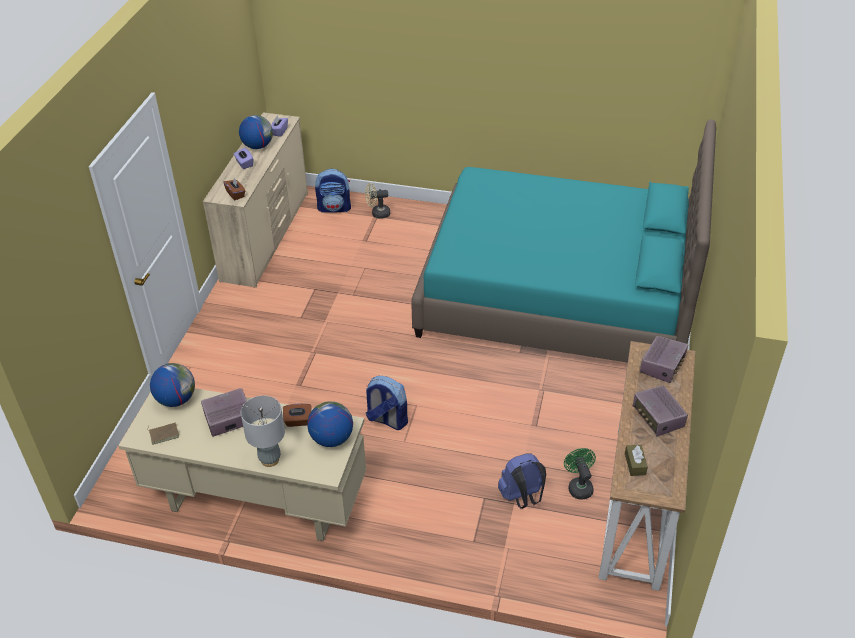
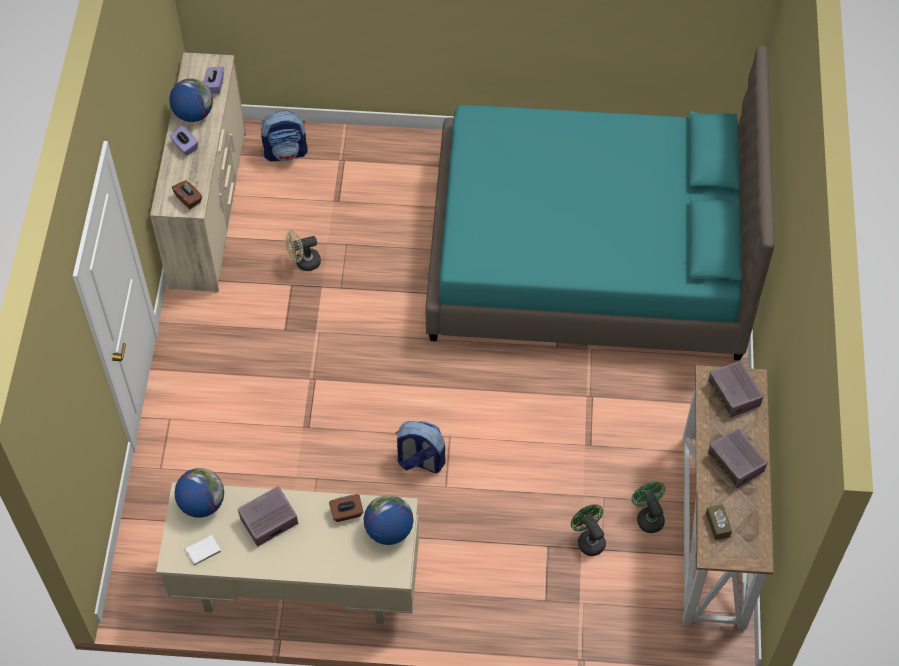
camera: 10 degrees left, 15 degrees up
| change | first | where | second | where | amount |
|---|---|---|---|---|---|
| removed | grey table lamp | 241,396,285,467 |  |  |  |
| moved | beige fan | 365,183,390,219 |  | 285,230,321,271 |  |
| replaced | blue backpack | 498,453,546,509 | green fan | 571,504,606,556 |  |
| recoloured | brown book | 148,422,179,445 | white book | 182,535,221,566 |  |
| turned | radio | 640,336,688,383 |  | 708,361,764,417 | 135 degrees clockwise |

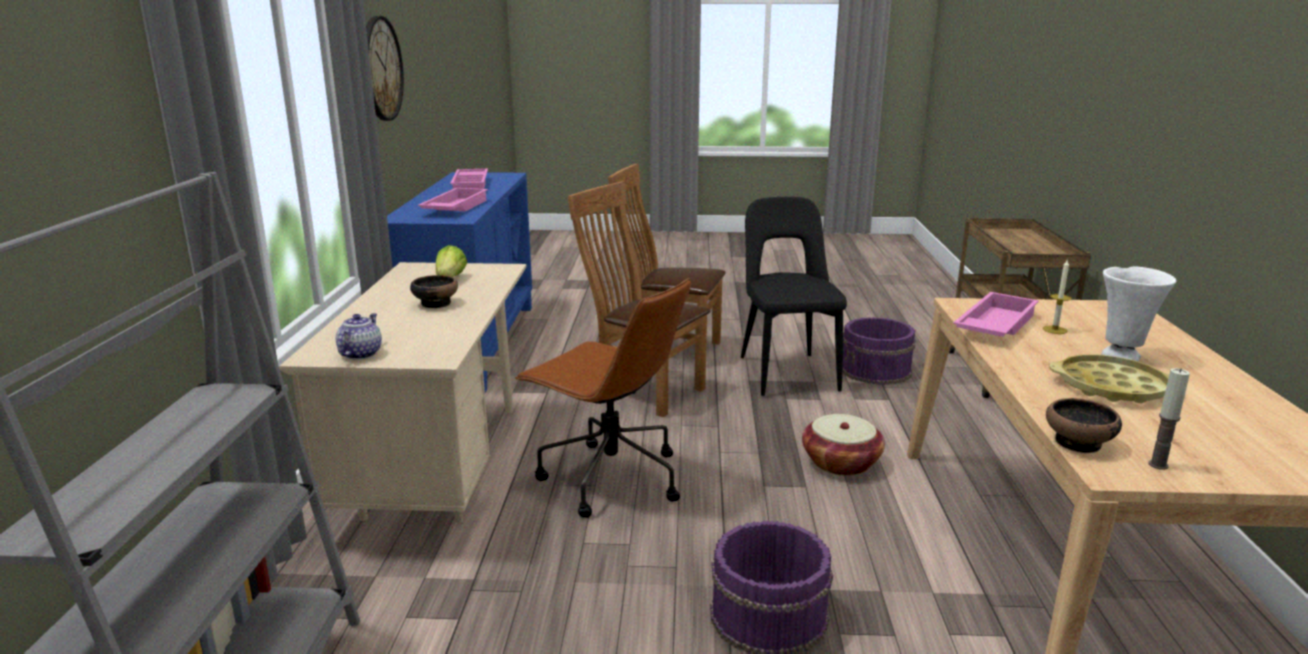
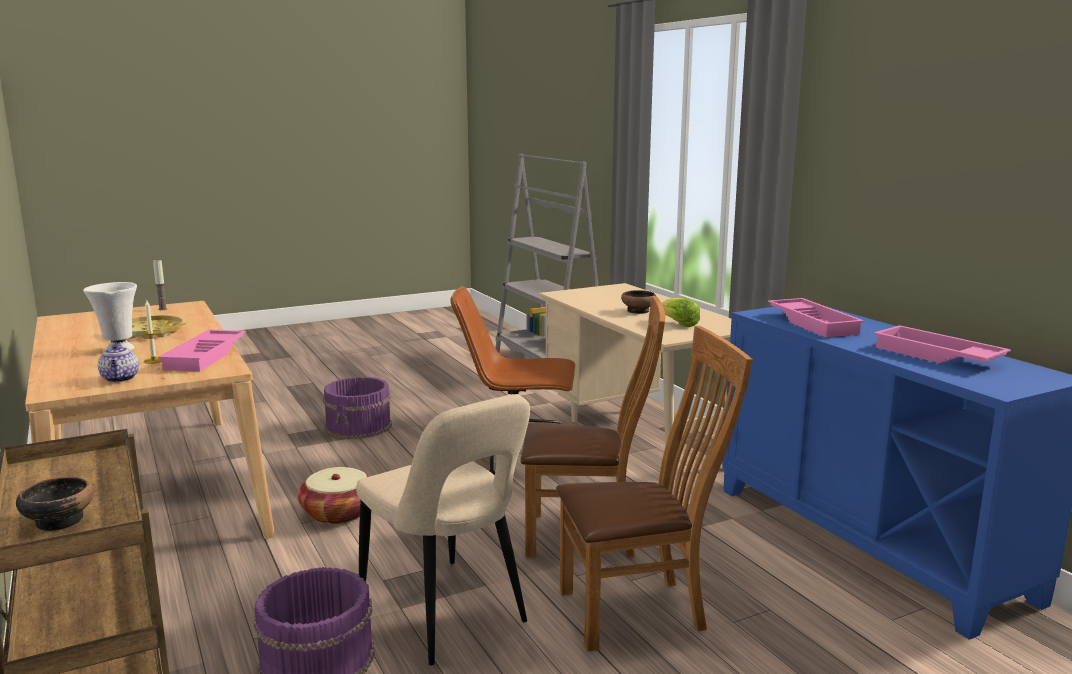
camera: 150 degrees right, 5 degrees down
| change | first | where | second | where | amount |
|---|---|---|---|---|---|
| removed | wall clock | 366,16,404,121 |  |  |  |
| moved | teapot | 336,313,382,360 |  | 98,344,139,383 |  |
| moved | bowl | 1046,398,1122,453 |  | 16,477,94,531 |  |
| recoloured | black chair | 741,197,847,396 | beige chair | 356,394,530,665 |  |

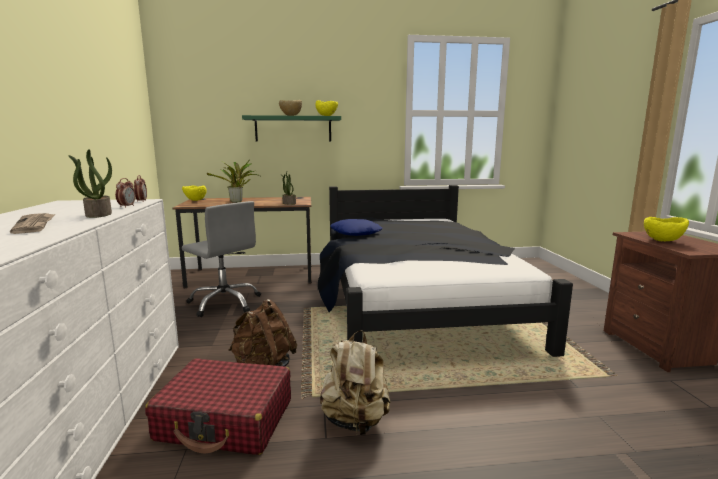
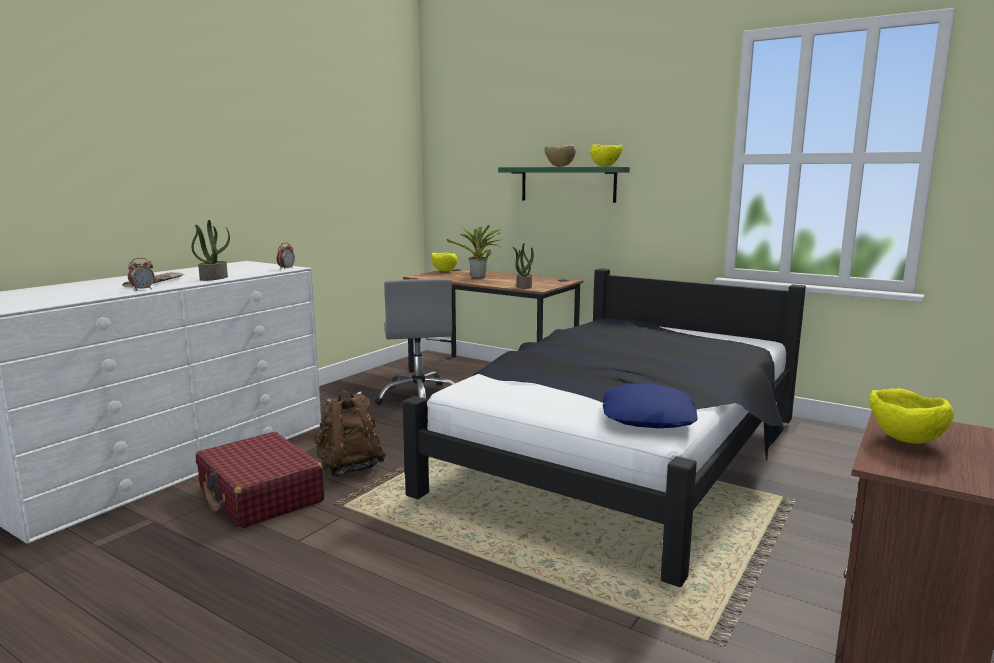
camera: 40 degrees right, 0 degrees up
| change | first | where | second | where | amount |
|---|---|---|---|---|---|
| removed | beige backpack | 320,330,391,435 |  |  |  |
| moved | alarm clock | 115,178,136,208 |  | 128,258,155,291 |  |
| moved | blue pillow | 330,219,382,236 |  | 603,384,698,428 |  |

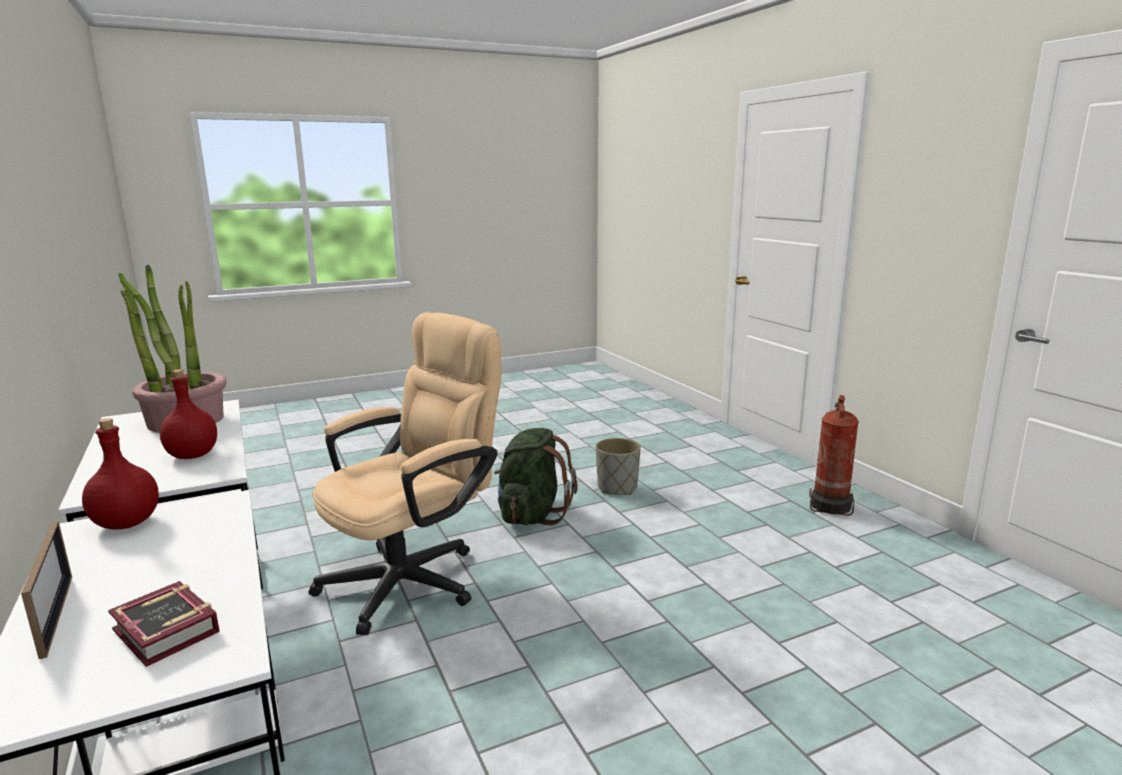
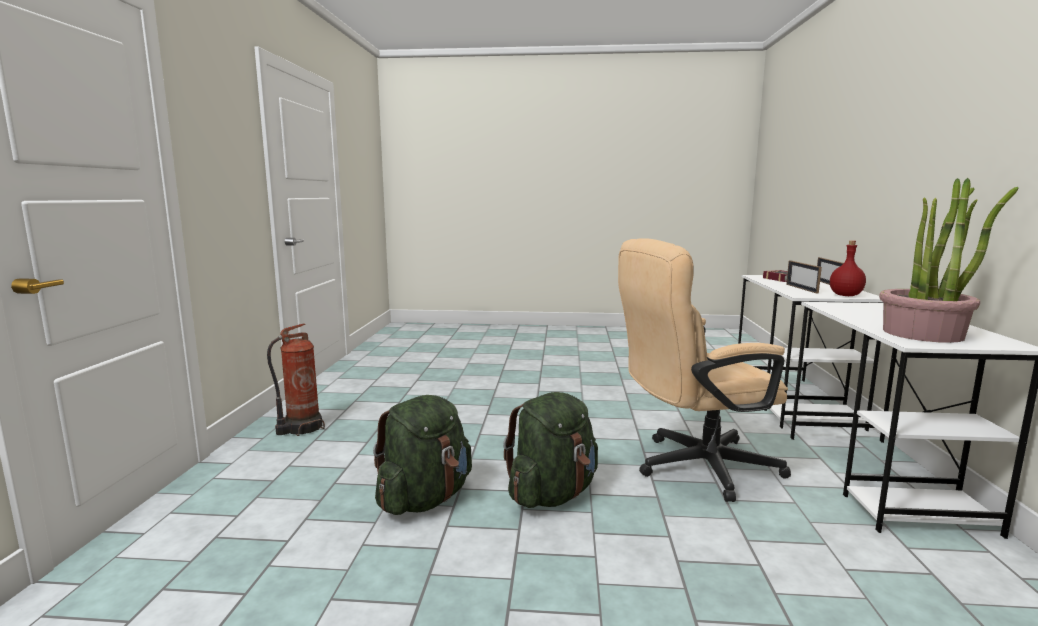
camera: 150 degrees left, 5 degrees down
| change | first | where | second | where | amount |
|---|---|---|---|---|---|
| removed | red bottle | 160,369,217,459 |  |  |  |
| added |  |  | picture frame | 786,260,822,294 |  |
| replaced | grey planter | 596,438,641,495 | green backpack | 373,395,472,515 |  |

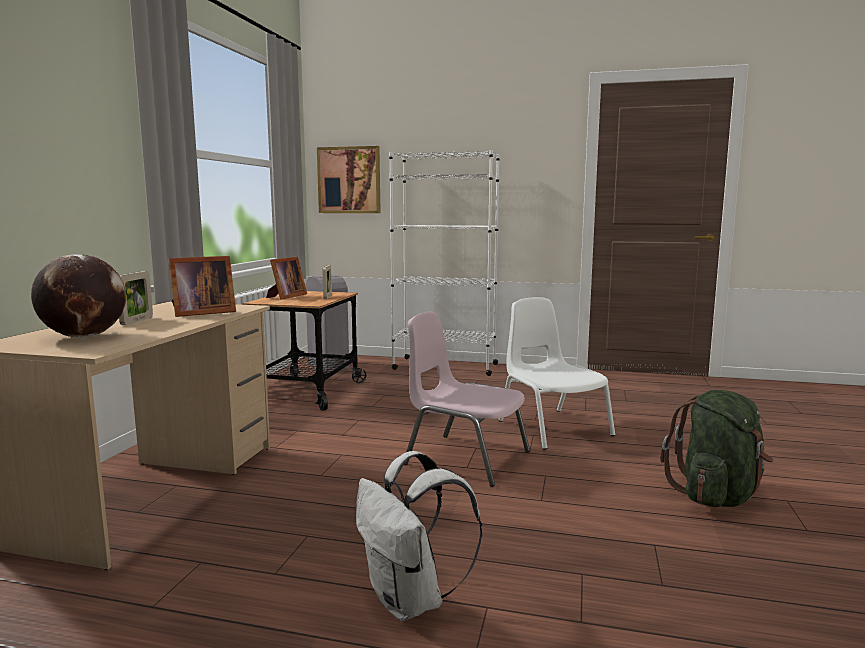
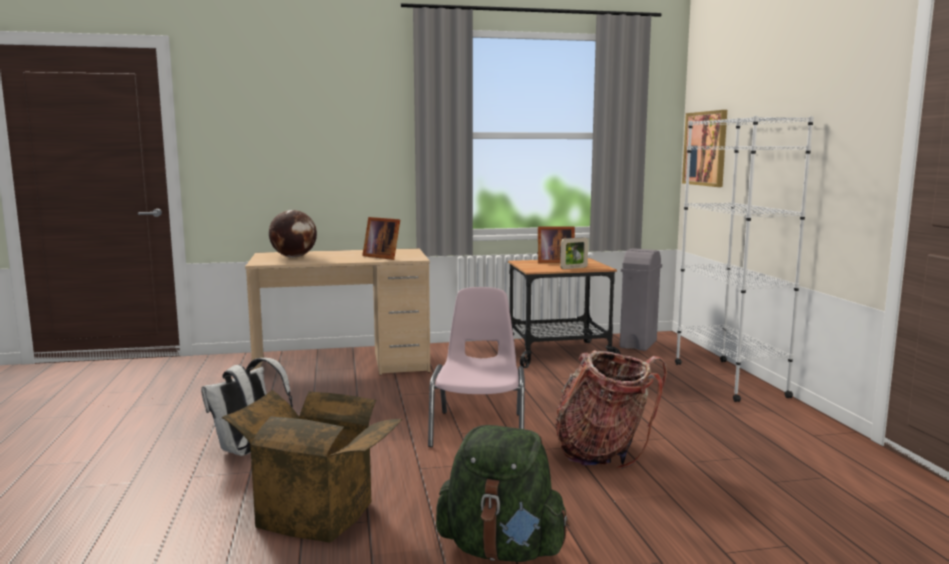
camera: 65 degrees right, 0 degrees up
| change | first | where | second | where | amount |
|---|---|---|---|---|---|
| removed | picture frame | 119,271,153,325 |  |  |  |
| added |  |  | cardboard box | 222,390,402,542 |  |
| replaced | white chair | 499,297,615,450 | backpack | 555,350,667,469 |  |

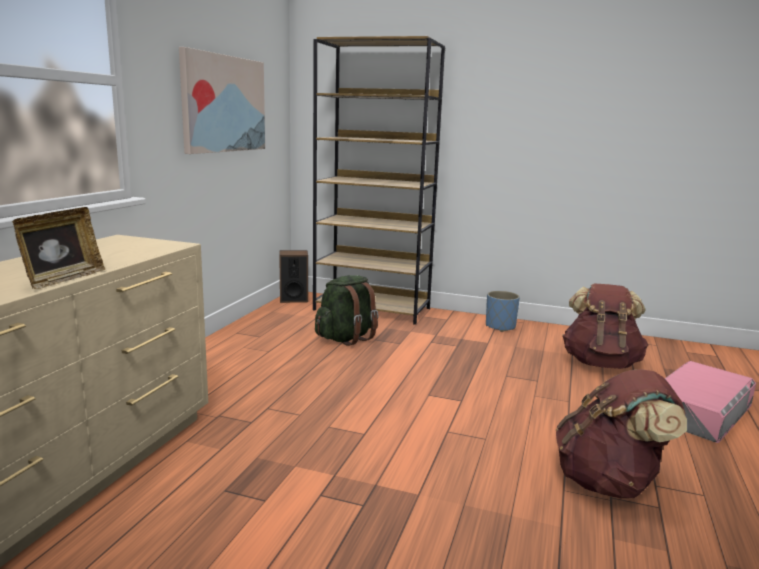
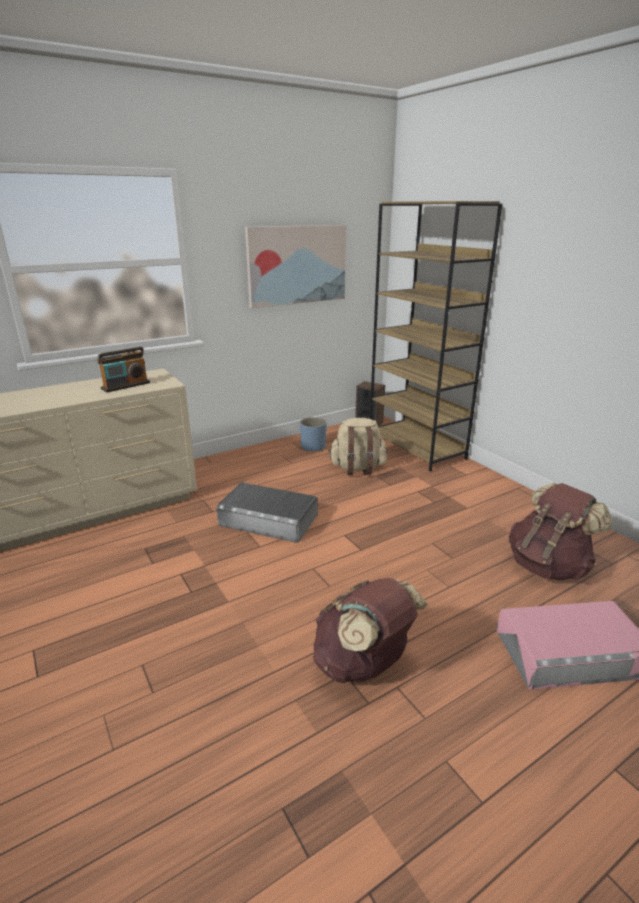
camera: 40 degrees right, 10 degrees up
| change | first | where | second | where | amount |
|---|---|---|---|---|---|
| removed | picture frame | 12,207,105,289 |  |  |  |
| added |  |  | radio | 98,347,150,392 |  |
| added |  |  | grey storage box | 217,482,318,543 |  |
| moved | blue planter | 486,291,520,332 |  | 300,417,327,451 |  |
| recoloured | green backpack | 315,275,378,346 | beige backpack | 328,418,387,475 |  |

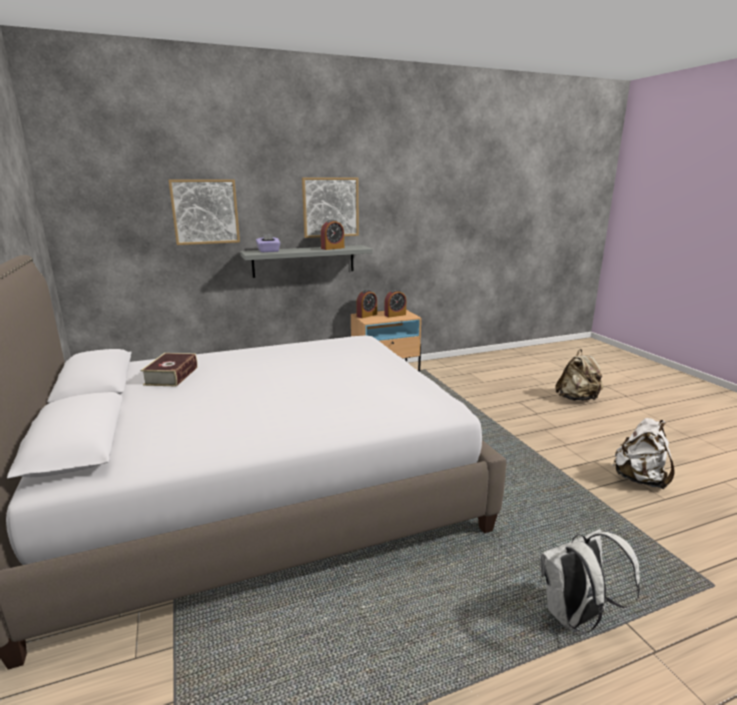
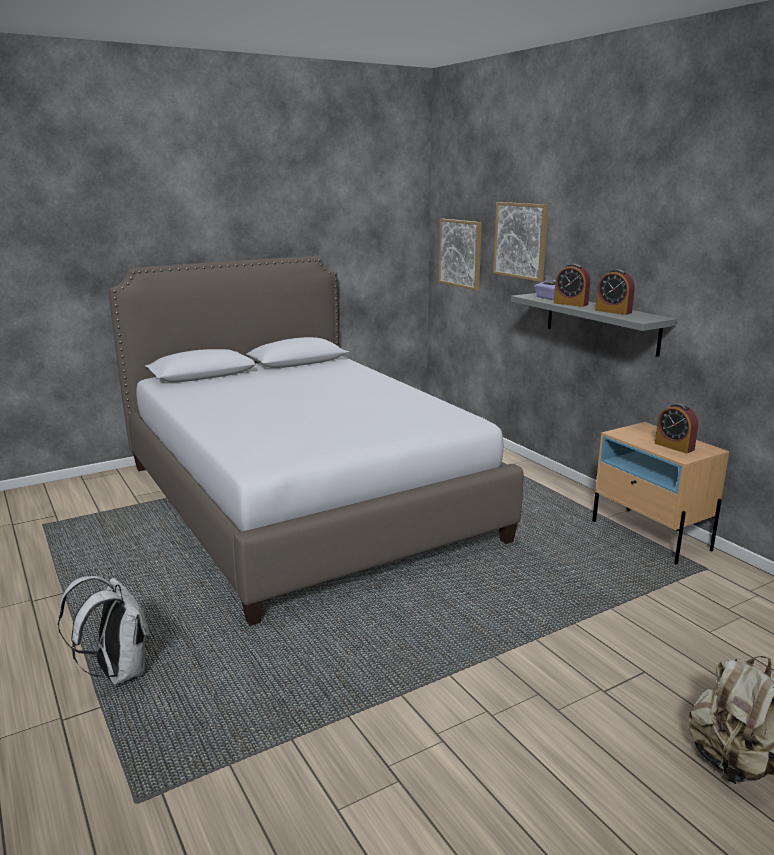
camera: 80 degrees right, 0 degrees up
| change | first | where | second | where | amount |
|---|---|---|---|---|---|
| removed | book | 141,353,197,387 |  |  |  |
| removed | white backpack | 613,418,675,489 |  |  |  |
| moved | picture | 302,178,359,238 |  | 438,219,482,290 |  |
| moved | alarm clock | 356,290,377,318 |  | 554,264,590,307 |  |

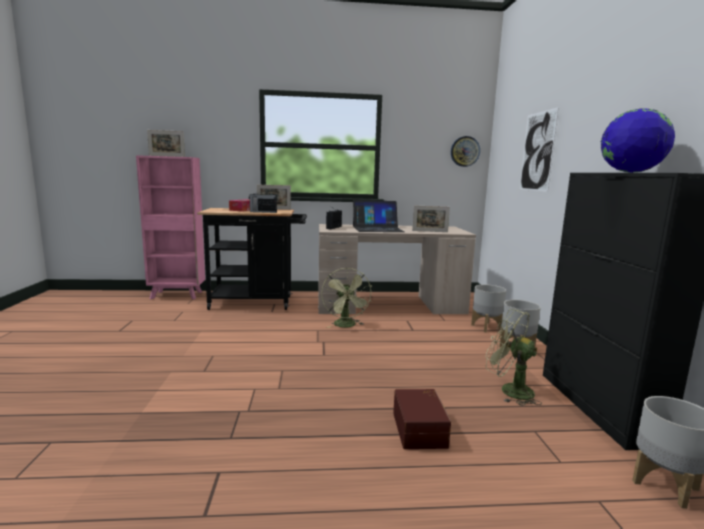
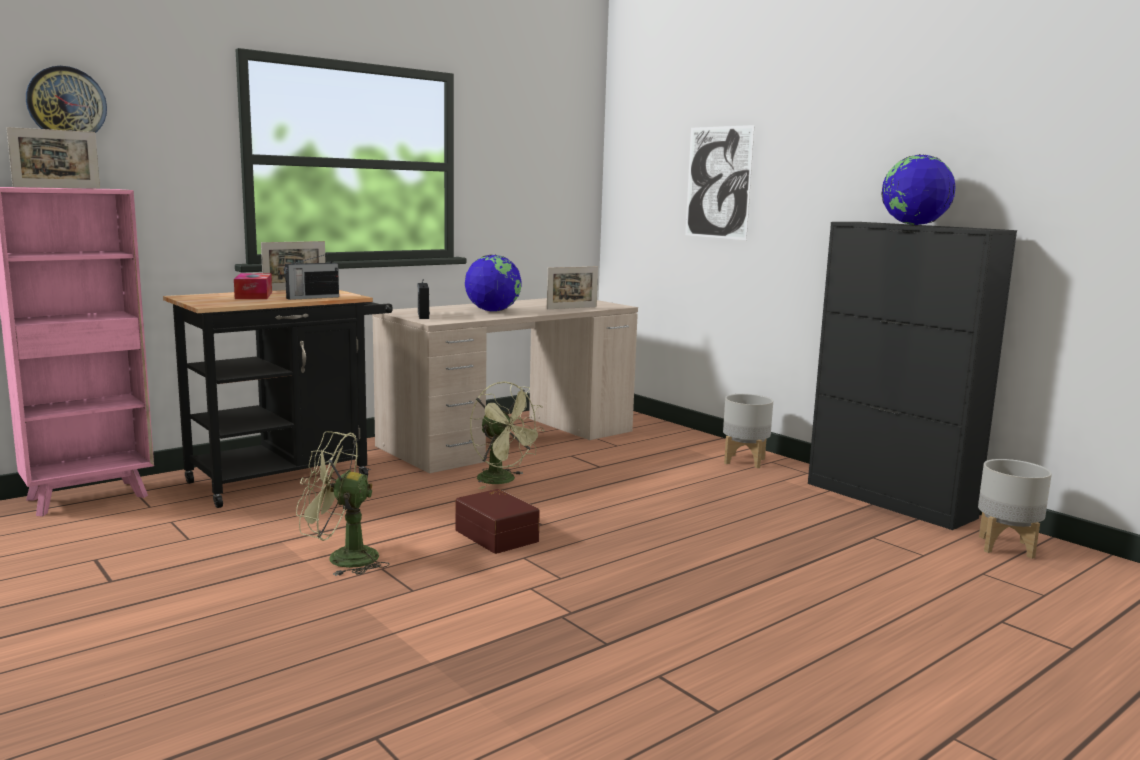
camera: 35 degrees left, 0 degrees up
| change | first | where | second | where | amount |
|---|---|---|---|---|---|
| removed | grey planter | 471,284,506,332 |  |  |  |
| moved | brown storage box | 393,389,451,449 |  | 455,489,540,554 |  |
| moved | wall clock | 451,136,480,167 |  | 26,66,107,132 |  |
| moved | green fan | 486,309,542,406 |  | 296,431,389,576 |  |
| replaced | laptop | 353,200,405,232 | globe | 465,254,521,312 |  |

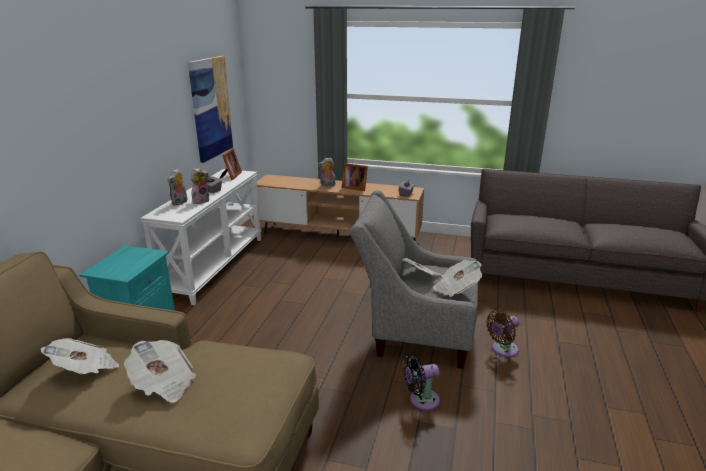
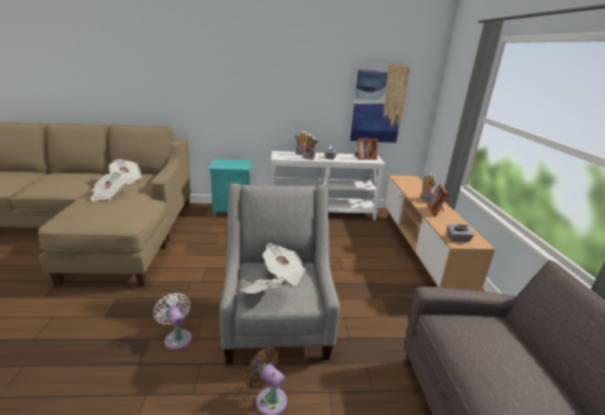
camera: 70 degrees right, 0 degrees up
| change | first | where | second | where | amount |
|---|---|---|---|---|---|
| recoloured | black fan | 404,354,440,410 | white fan | 153,293,192,350 |  |

